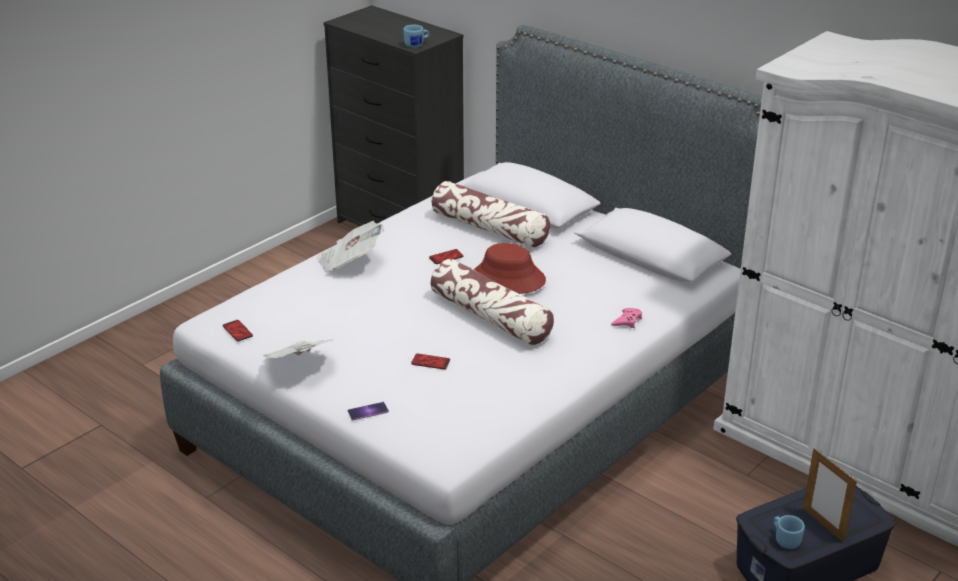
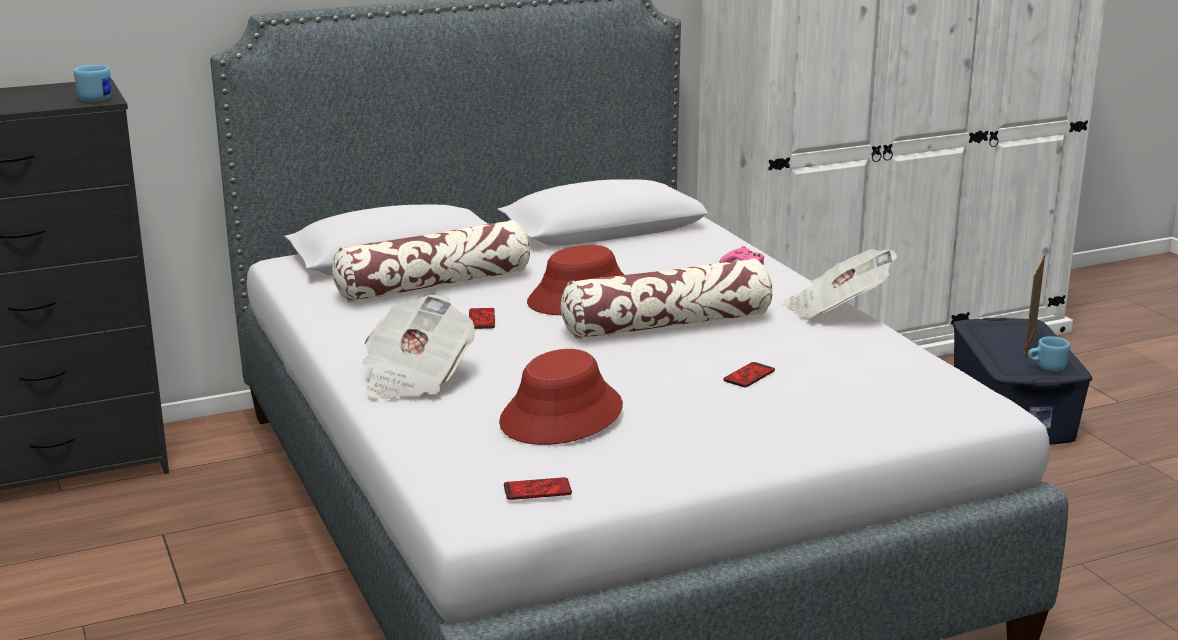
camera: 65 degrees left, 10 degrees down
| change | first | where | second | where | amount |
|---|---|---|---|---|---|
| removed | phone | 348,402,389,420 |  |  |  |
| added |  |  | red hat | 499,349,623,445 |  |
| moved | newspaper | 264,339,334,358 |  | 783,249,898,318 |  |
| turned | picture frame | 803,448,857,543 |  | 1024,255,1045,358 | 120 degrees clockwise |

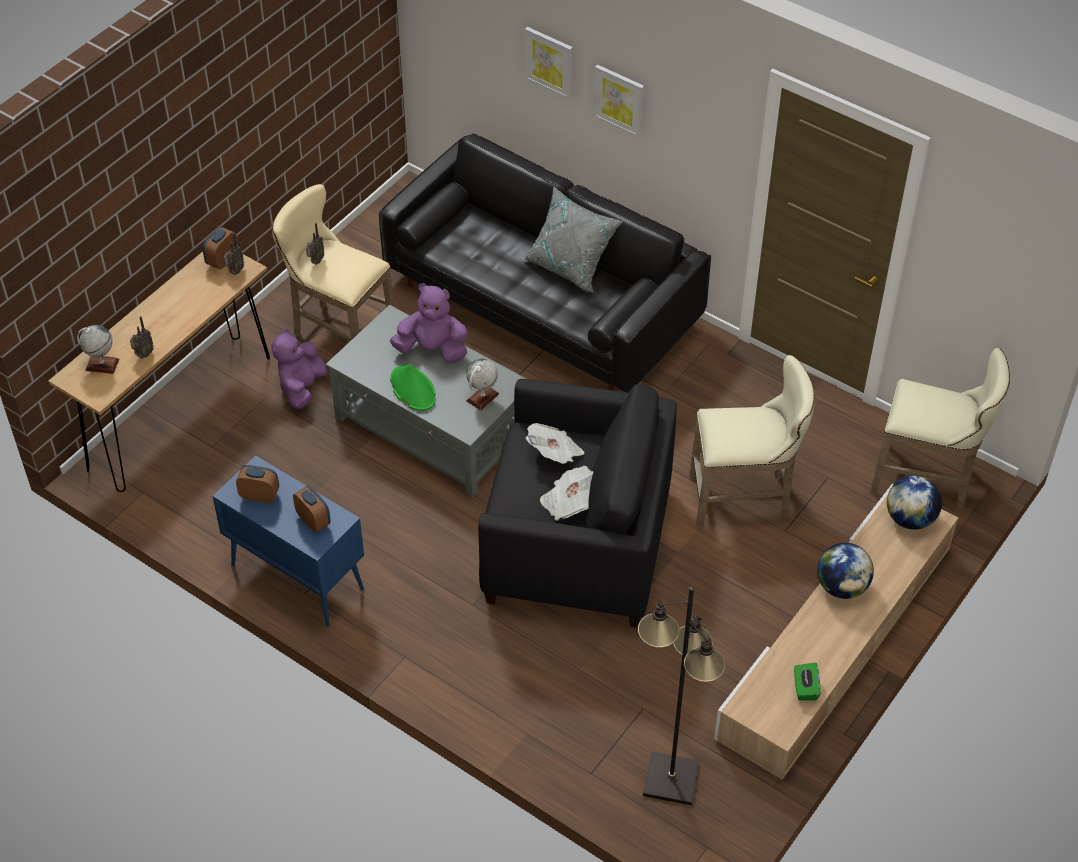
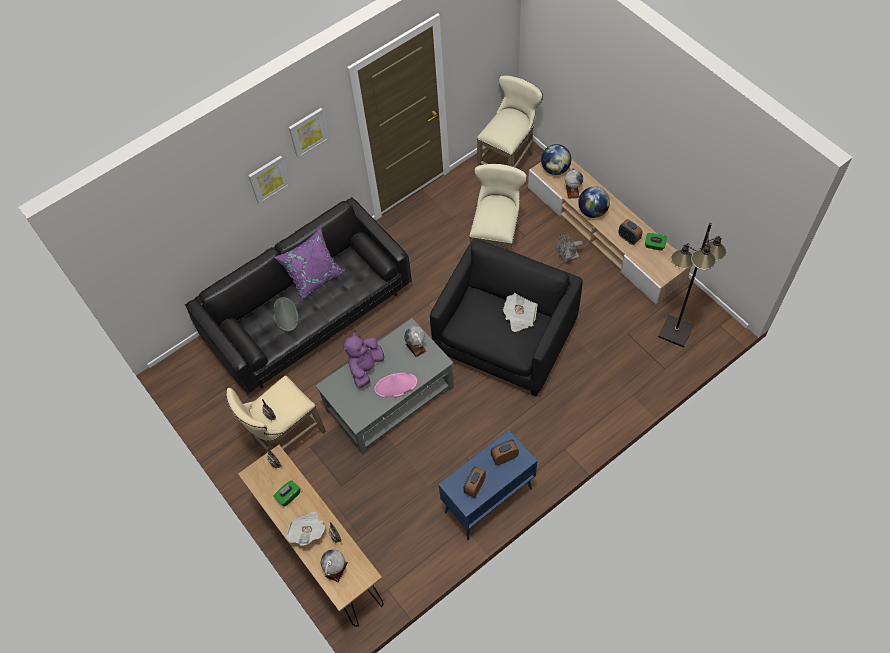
camera: 70 degrees left, 10 degrees up
| change | first | where | second | where | amount |
|---|---|---|---|---|---|
| removed | purple plush toy | 271,328,327,409 |  |  |  |
| added |  |  | grey hat | 273,297,298,332 |  |
| added |  |  | green tissue box | 273,480,300,506 |  |
| added |  |  | grey fan | 557,233,583,262 |  |
| added |  |  | globe | 565,168,583,199 |  |
| moved | alarm clock | 203,227,238,270 |  | 619,219,643,245 |  |
| moved | picture | 525,27,573,100 |  | 289,108,329,158 |  |
| moved | newspaper | 526,423,584,464 |  | 285,511,326,546 |  |
| recoloured | green hat | 390,364,436,411 | pink hat | 375,373,417,398 |  |
| recoloured | grey pillow | 522,187,622,293 | purple pillow | 274,228,345,302 |  |

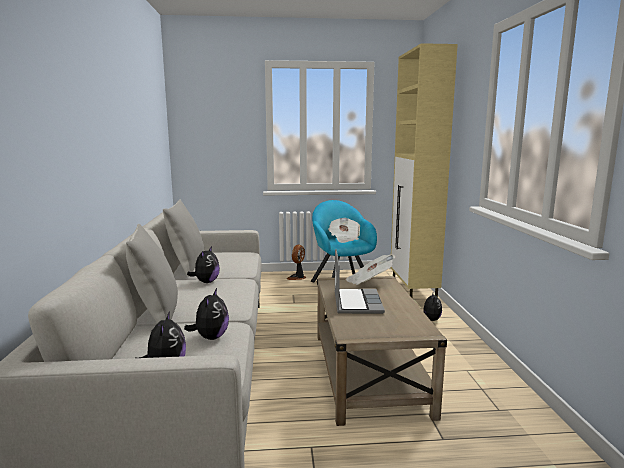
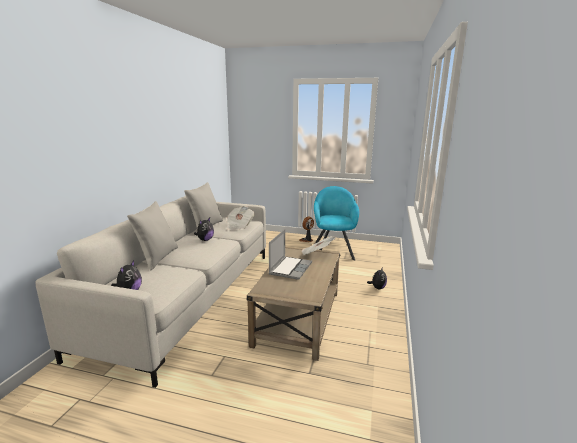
camera: 20 degrees right, 5 degrees up
| change | first | where | second | where | amount |
|---|---|---|---|---|---|
| removed | plush toy | 184,288,229,340 |  |  |  |
| removed | beige cabinet | 390,43,458,298 |  |  |  |
| moved | newspaper | 328,218,360,243 |  | 226,206,255,230 |  |

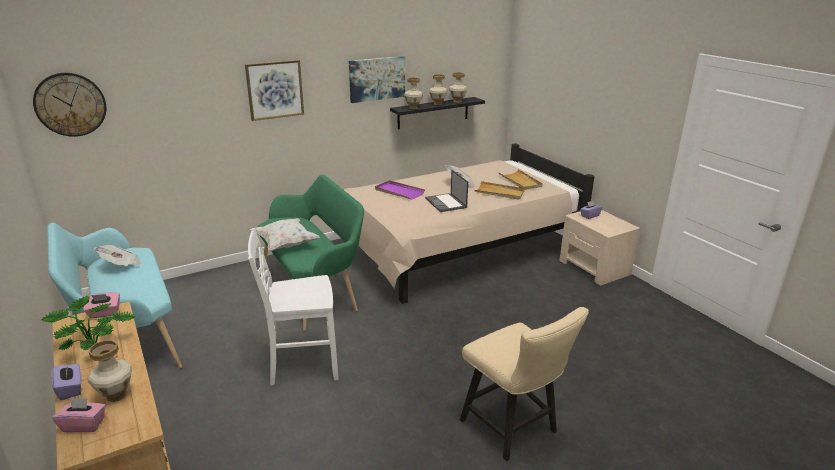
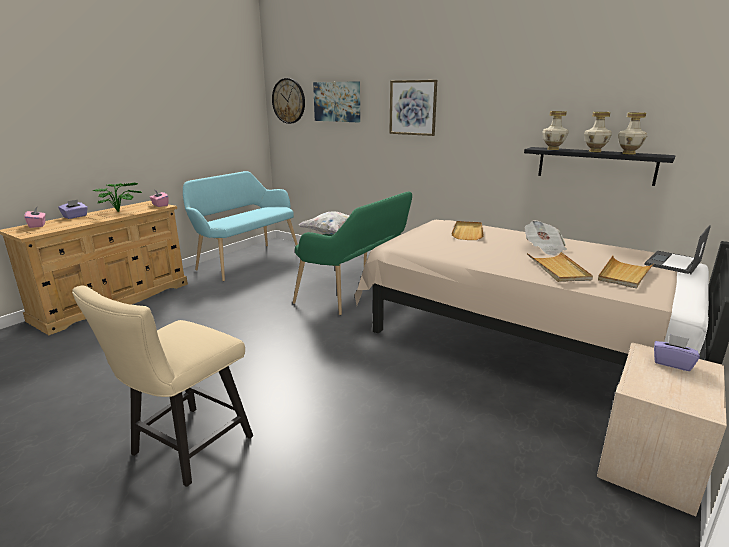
camera: 65 degrees right, 5 degrees down
| change | first | where | second | where | amount |
|---|---|---|---|---|---|
| removed | vase | 88,340,132,402 |  |  |  |
| removed | newspaper | 94,245,143,266 |  |  |  |
| removed | white chair | 248,228,339,386 |  |  |  |
| moved | picture | 349,56,405,103 |  | 313,81,360,122 |  |
| moved | laptop | 425,170,468,212 |  | 644,225,711,274 |  |
| recoloured | purple tray | 375,180,425,199 | beige tray | 451,221,484,240 |  |

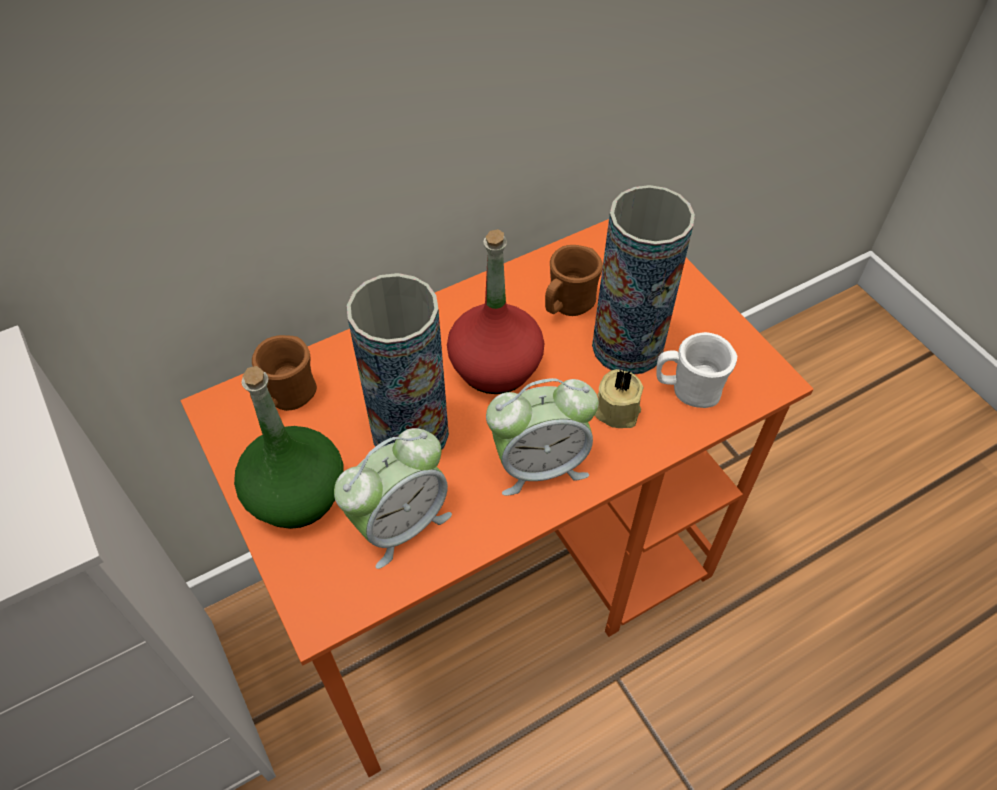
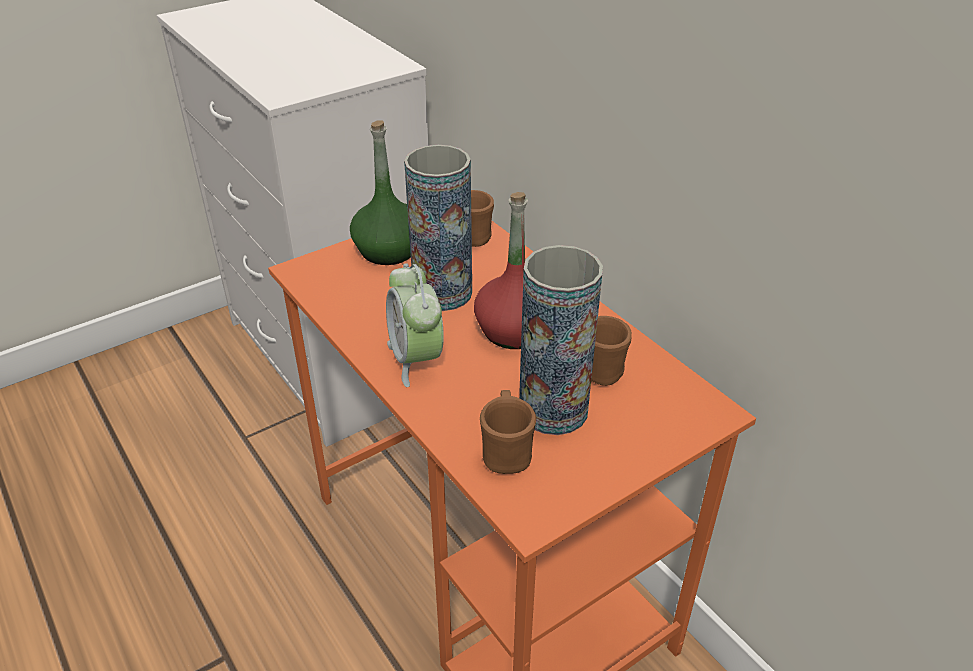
camera: 85 degrees right, 15 degrees down
| change | first | where | second | where | amount |
|---|---|---|---|---|---|
| removed | alarm clock | 334,428,452,569 |  |  |  |
| removed | beige candle | 595,369,644,428 |  |  |  |
| recoloured | white mug | 656,332,737,408 | brown mug | 480,390,536,474 |  |

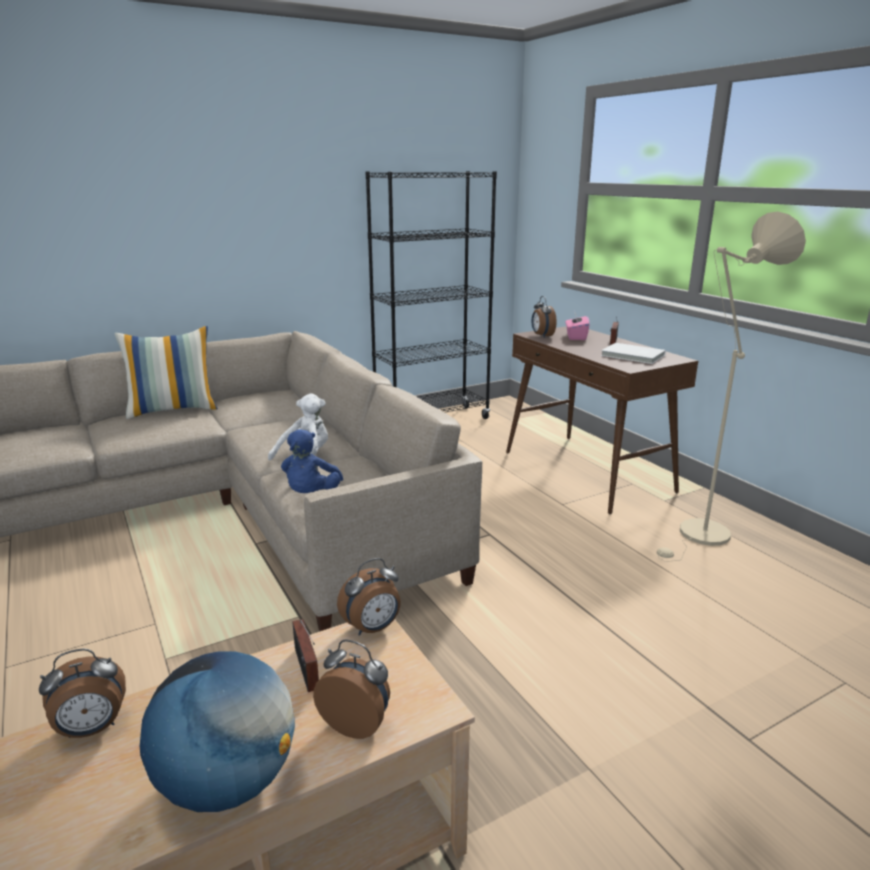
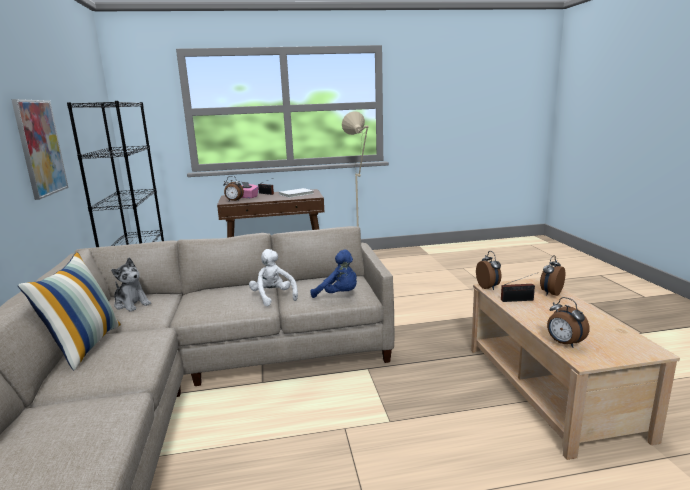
camera: 70 degrees left, 5 degrees down
| change | first | where | second | where | amount |
|---|---|---|---|---|---|
| removed | globe | 140,651,295,812 |  |  |  |
| added |  |  | picture | 11,99,68,200 |  |
| added |  |  | plush toy | 111,258,151,312 |  |
| turned | alarm clock | 39,648,126,738 |  | 547,297,590,348 | 150 degrees clockwise |

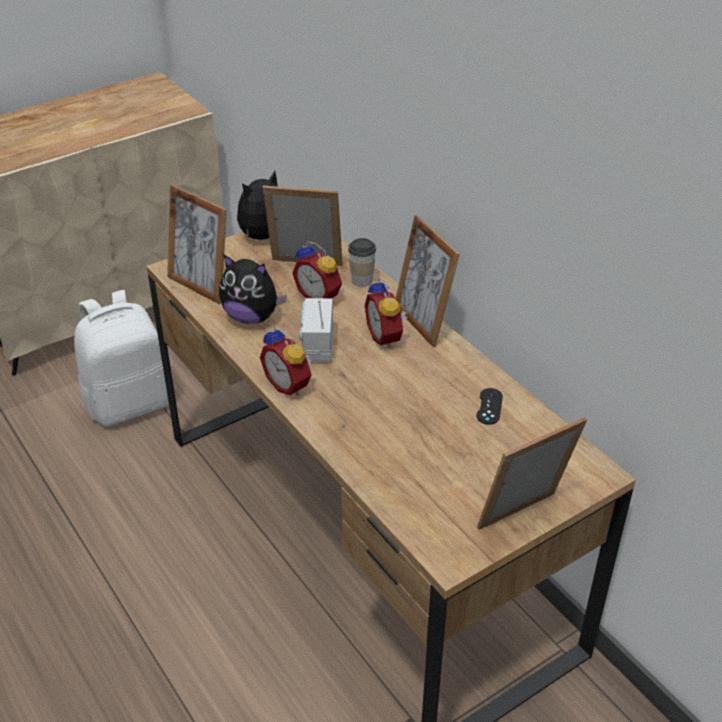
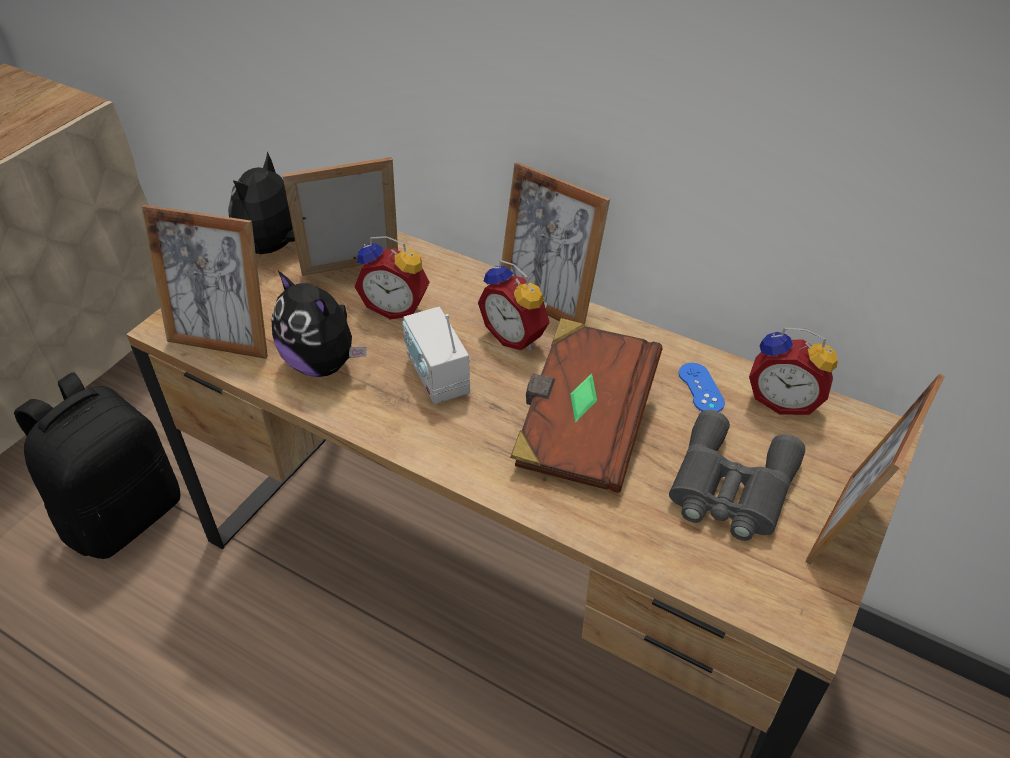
camera: 25 degrees left, 5 degrees up
| change | first | where | second | where | amount |
|---|---|---|---|---|---|
| removed | cup | 348,238,376,287 |  |  |  |
| added |  |  | brown book | 510,318,663,493 |  |
| added |  |  | grey binoculars | 669,410,805,541 |  |
| moved | alarm clock | 260,326,312,396 |  | 749,328,838,415 |  |
| recoloured | white backpack | 74,290,169,427 | black backpack | 14,372,181,559 |  |
| recoloured | black game controller | 476,388,503,425 | blue game controller | 679,363,725,412 |  |
| turned | plush toy | 219,254,287,324 |  | 271,271,366,377 | 45 degrees clockwise |

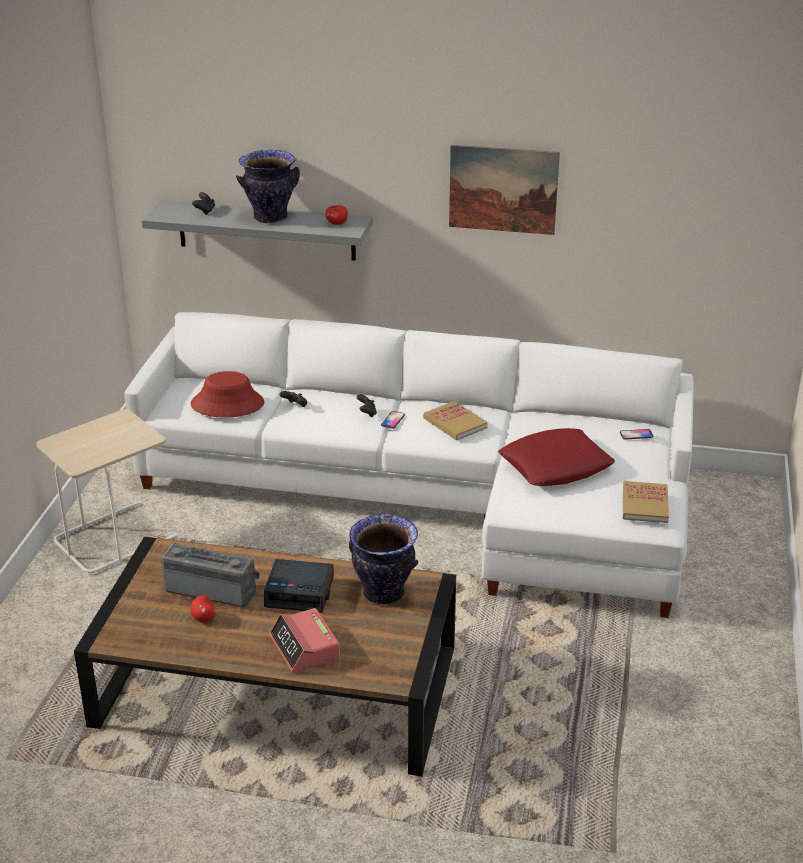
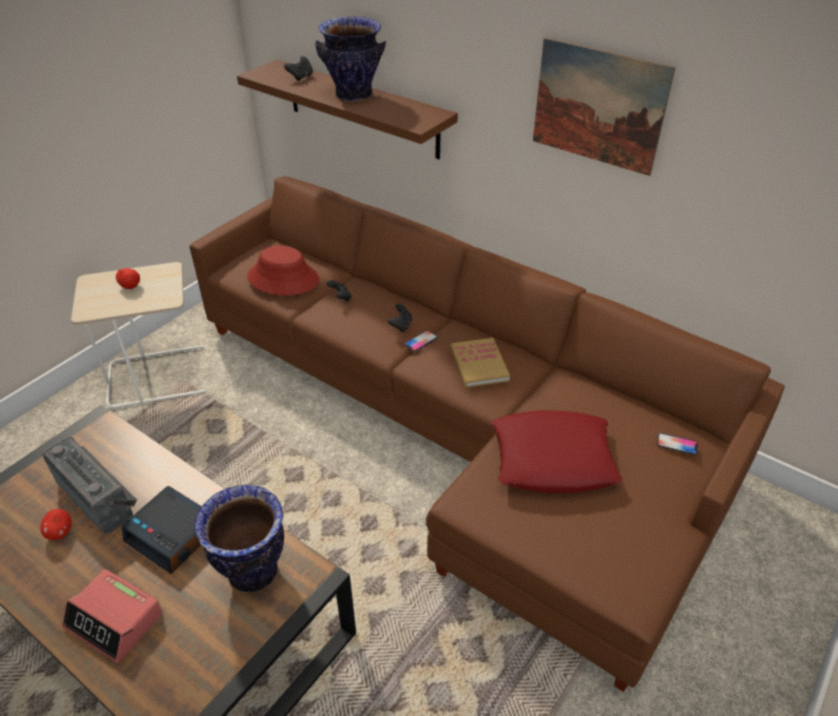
camera: 25 degrees right, 10 degrees up
| change | first | where | second | where | amount |
|---|---|---|---|---|---|
| removed | book | 623,481,669,523 |  |  |  |
| moved | apple | 326,205,348,225 |  | 116,268,140,289 |  |
| recoloured | white sofa | 124,312,694,618 | brown sofa | 189,176,785,692 |  |
| recoloured | grey shelf | 142,200,373,261 | brown shelf | 237,60,458,159 |  |
| turned | alarm clock | 269,608,340,673 |  | 62,569,163,663 | 60 degrees counterclockwise |

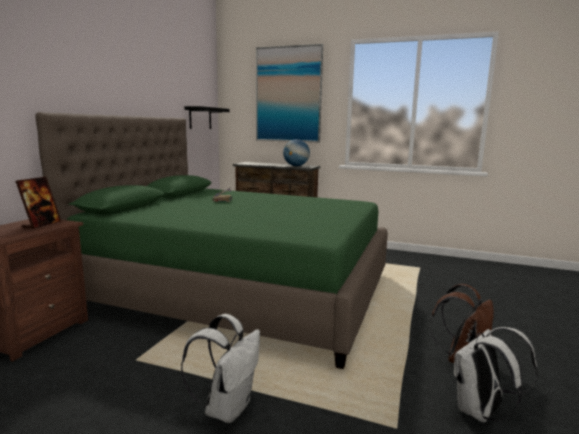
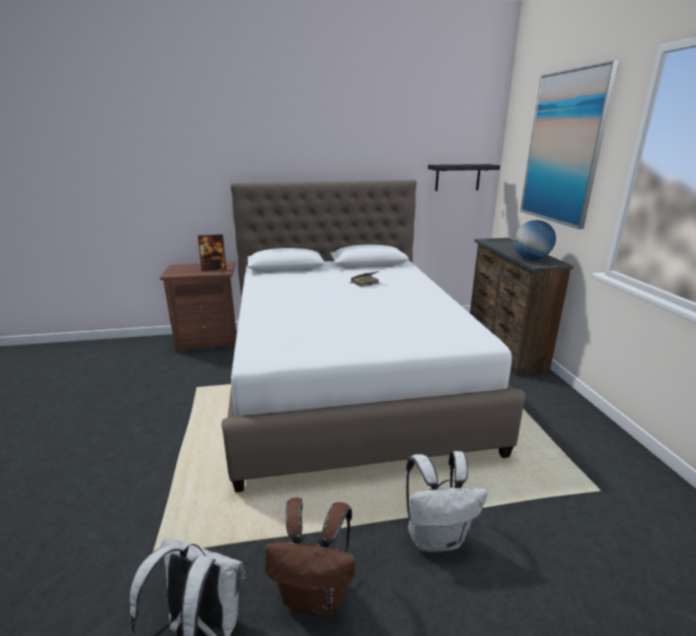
camera: 60 degrees right, 10 degrees up
| change | first | where | second | where | amount |
|---|---|---|---|---|---|
| moved | white backpack | 181,314,260,423 |  | 406,451,487,552 |  |
| recoloured | green bed | 35,112,388,369 | white bed | 221,180,526,492 |  |

